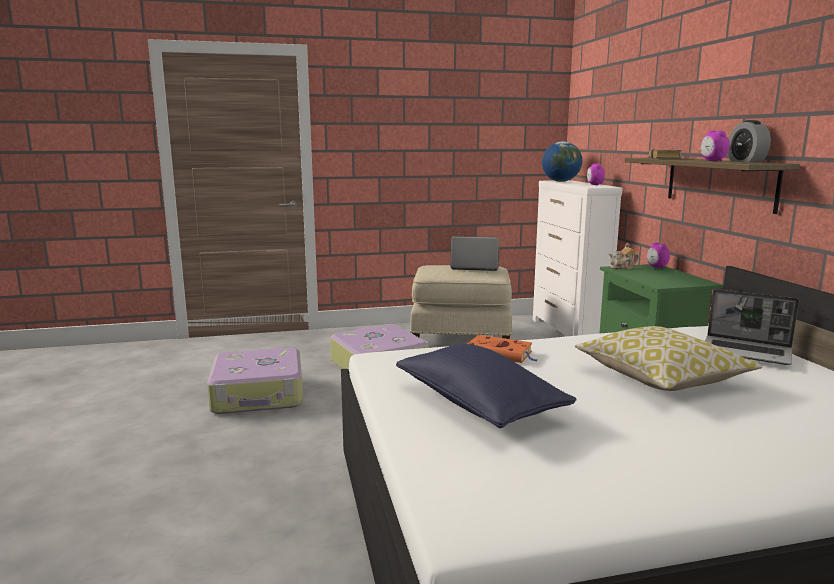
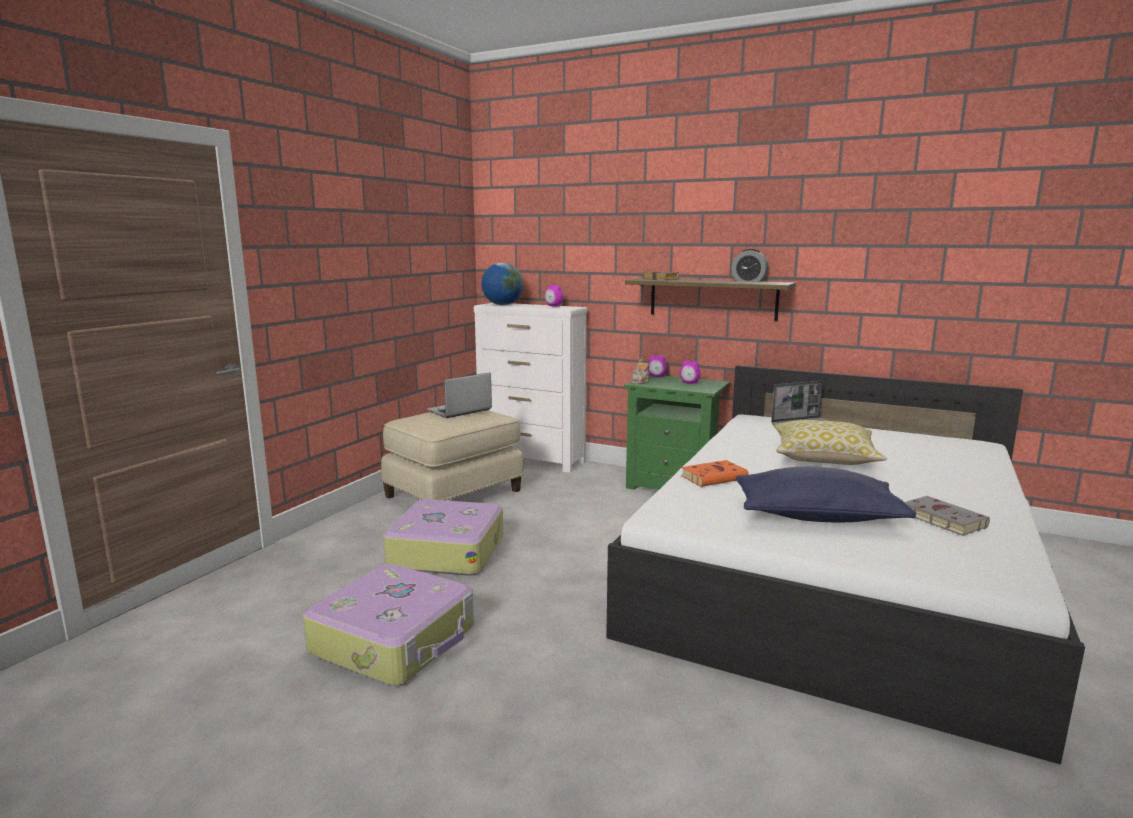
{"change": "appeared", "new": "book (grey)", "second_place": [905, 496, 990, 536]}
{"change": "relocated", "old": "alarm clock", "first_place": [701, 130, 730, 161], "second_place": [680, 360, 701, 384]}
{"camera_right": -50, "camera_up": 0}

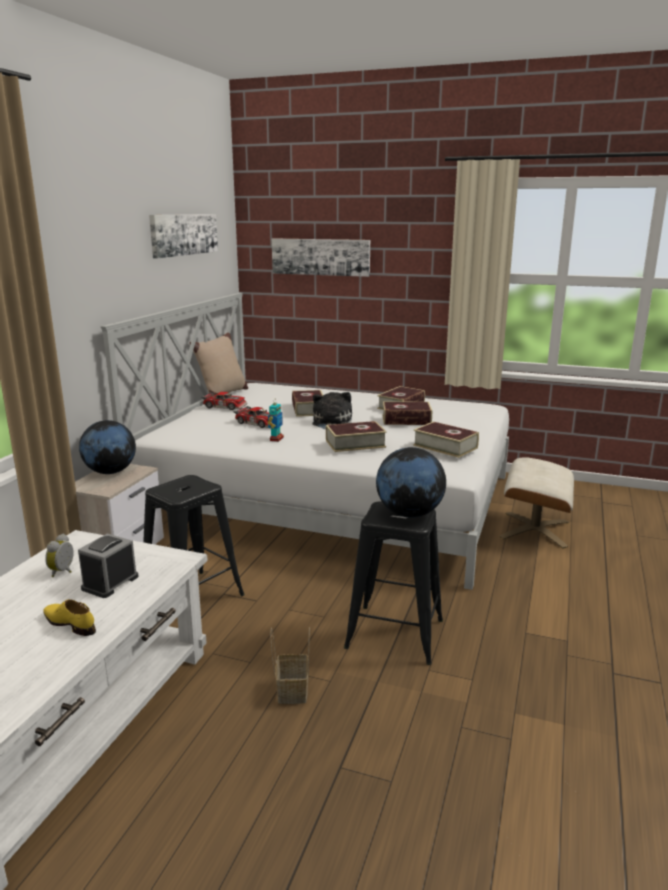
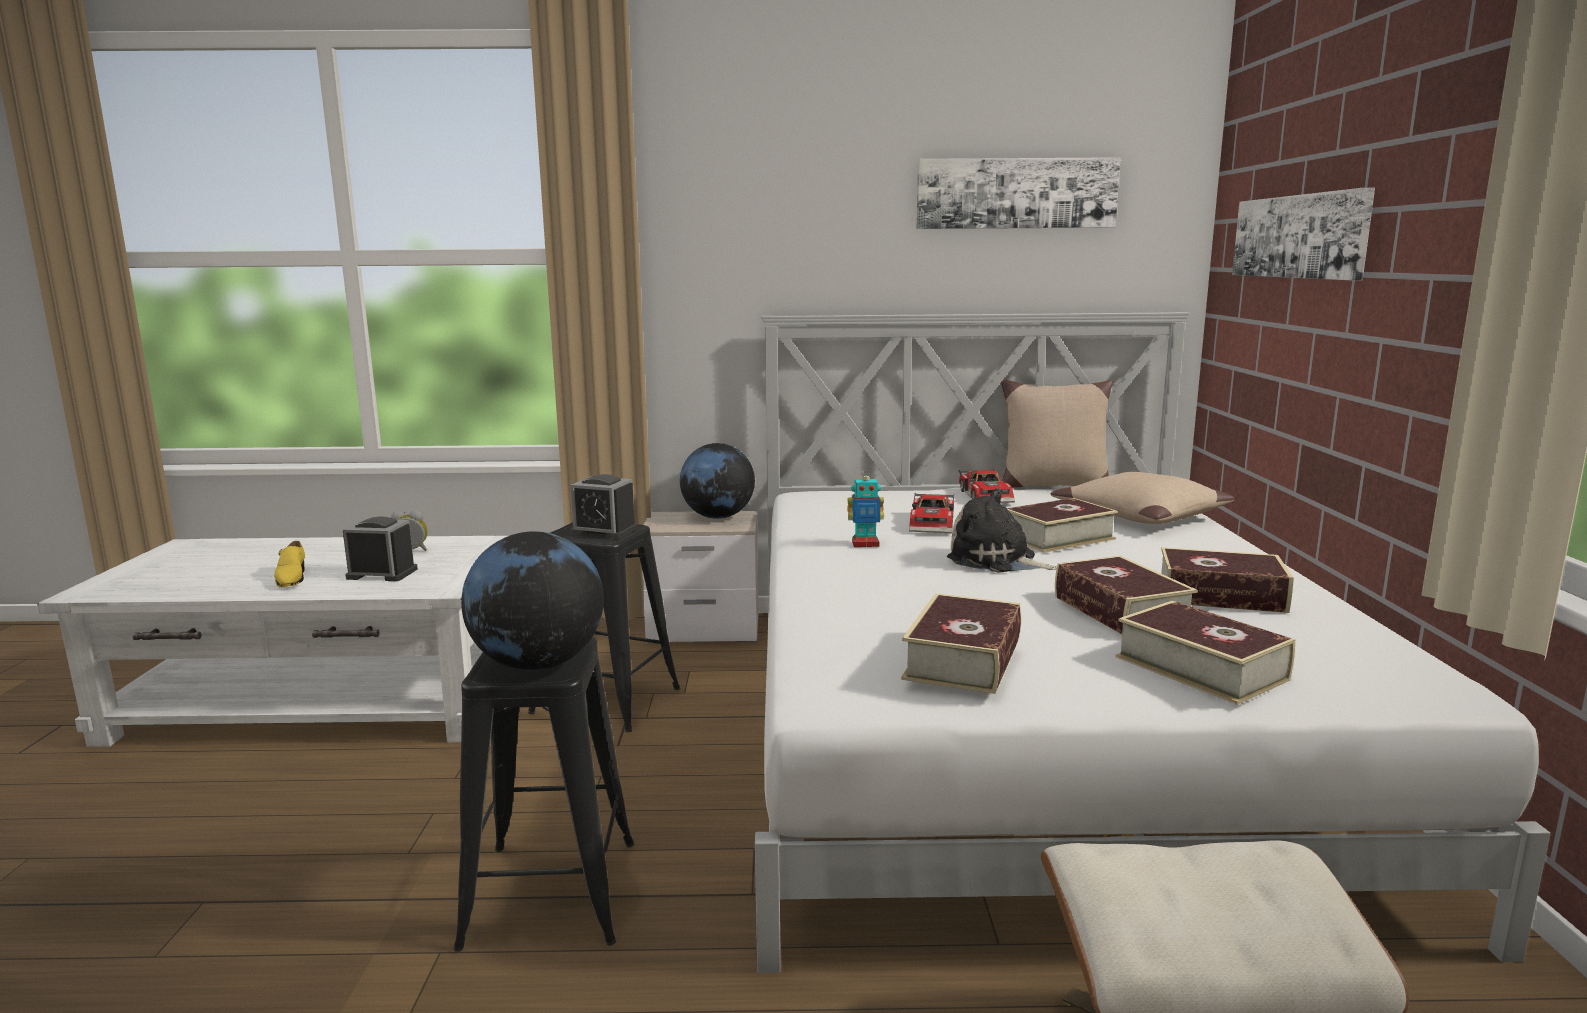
{"change": "missing", "old": "basket", "first_place": [270, 627, 310, 704]}
{"change": "appeared", "new": "alarm clock", "second_place": [570, 474, 637, 538]}
{"change": "appeared", "new": "pillow (beige)", "second_place": [1051, 472, 1235, 524]}
{"change": "relocated", "old": "book", "first_place": [326, 421, 387, 452], "second_place": [1115, 601, 1295, 705]}
{"change": "spun", "old": "shoe (yellow)", "first_place": [43, 599, 96, 636], "second_place": [274, 541, 305, 587], "degrees": 150}
{"change": "spun", "old": "plush toy", "first_place": [313, 392, 352, 430], "second_place": [947, 488, 1057, 572], "degrees": -135}
{"camera_right": 70, "camera_up": -5}

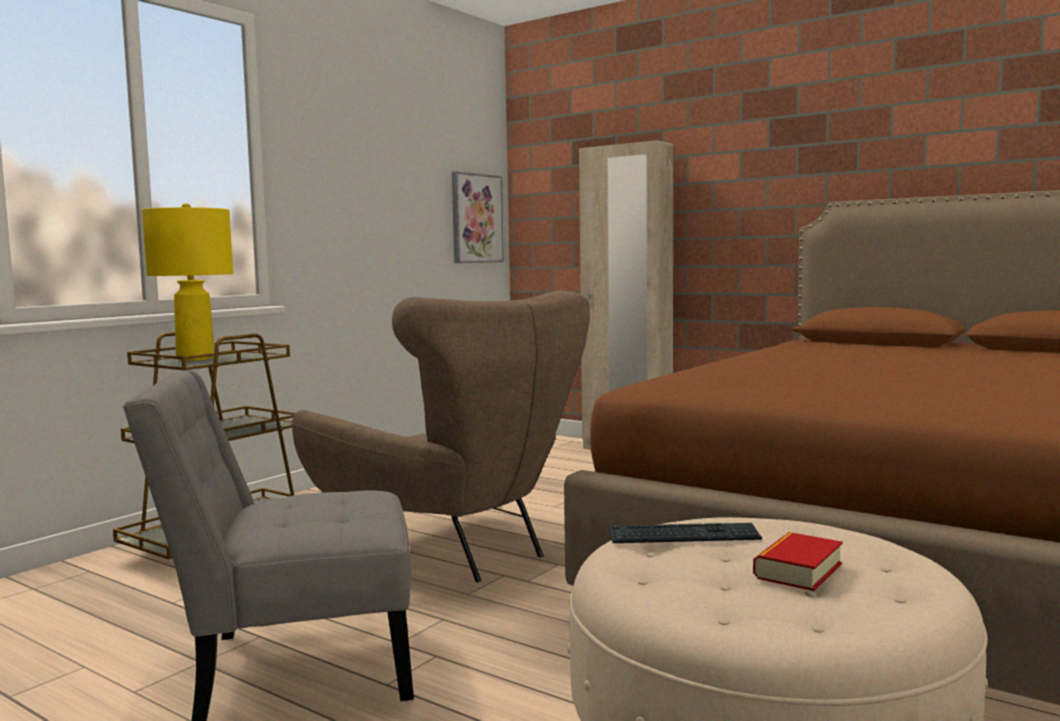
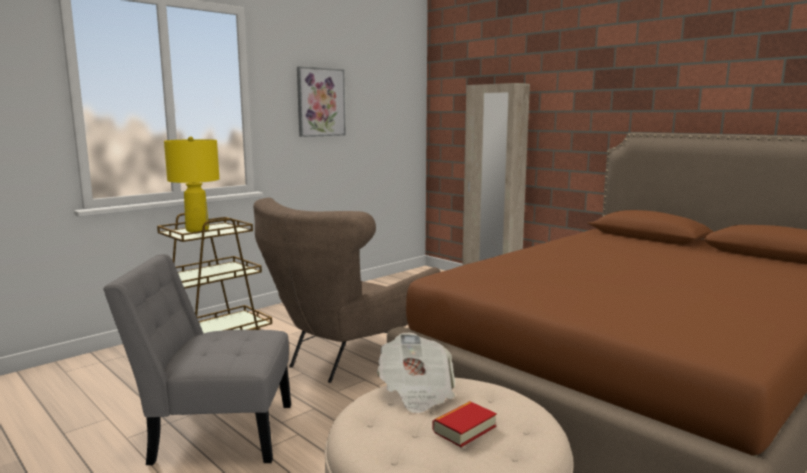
{"change": "relocated", "old": "picture", "first_place": [452, 171, 504, 263], "second_place": [297, 66, 346, 137]}
{"change": "exchanged", "old": "keyboard", "new": "newspaper", "first_place": [609, 523, 762, 543], "second_place": [377, 332, 455, 414]}
{"change": "spun", "old": "armchair (brown)", "first_place": [292, 291, 590, 582], "second_place": [253, 198, 441, 383], "degrees": 75}
{"camera_right": 10, "camera_up": 5}

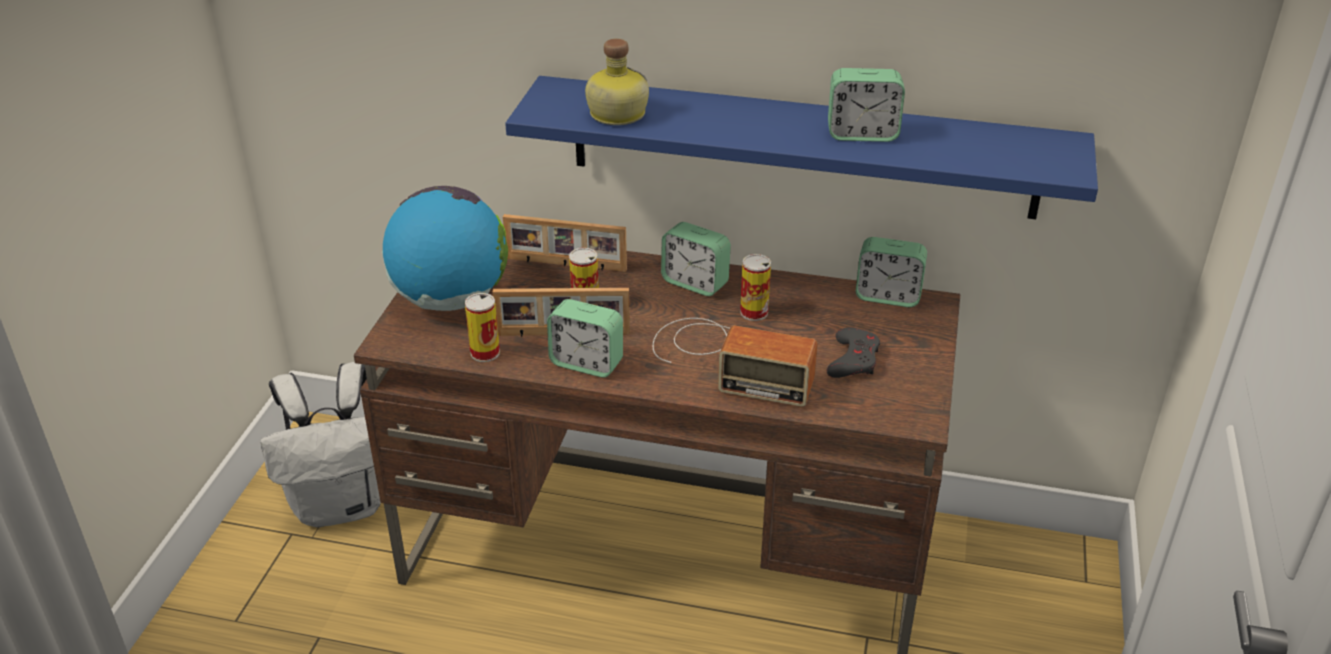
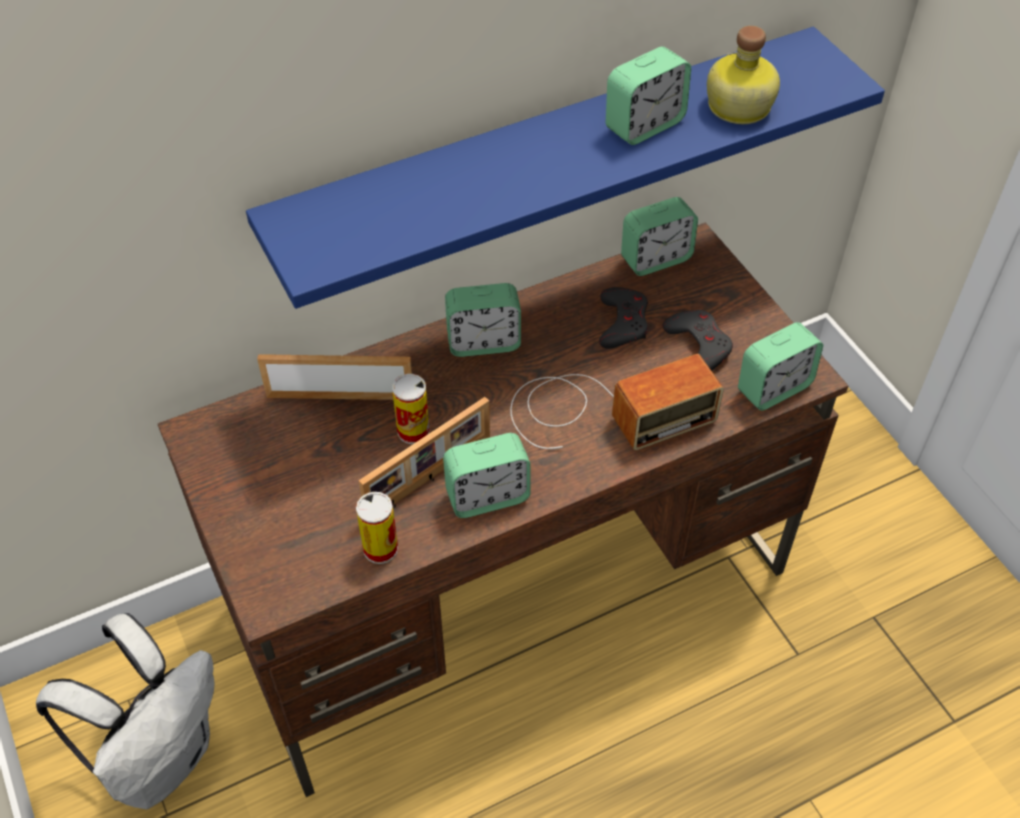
{"change": "missing", "old": "globe", "first_place": [382, 186, 508, 311]}
{"change": "missing", "old": "can", "first_place": [740, 254, 771, 321]}
{"change": "appeared", "new": "game controller (grey)", "second_place": [599, 287, 648, 349]}
{"change": "appeared", "new": "alarm clock", "second_place": [738, 322, 823, 411]}
{"change": "relocated", "old": "bottle", "first_place": [585, 39, 649, 125], "second_place": [707, 26, 780, 124]}
{"change": "spun", "old": "picture frame", "first_place": [503, 214, 627, 272], "second_place": [257, 354, 412, 400], "degrees": -150}
{"camera_right": -40, "camera_up": 15}

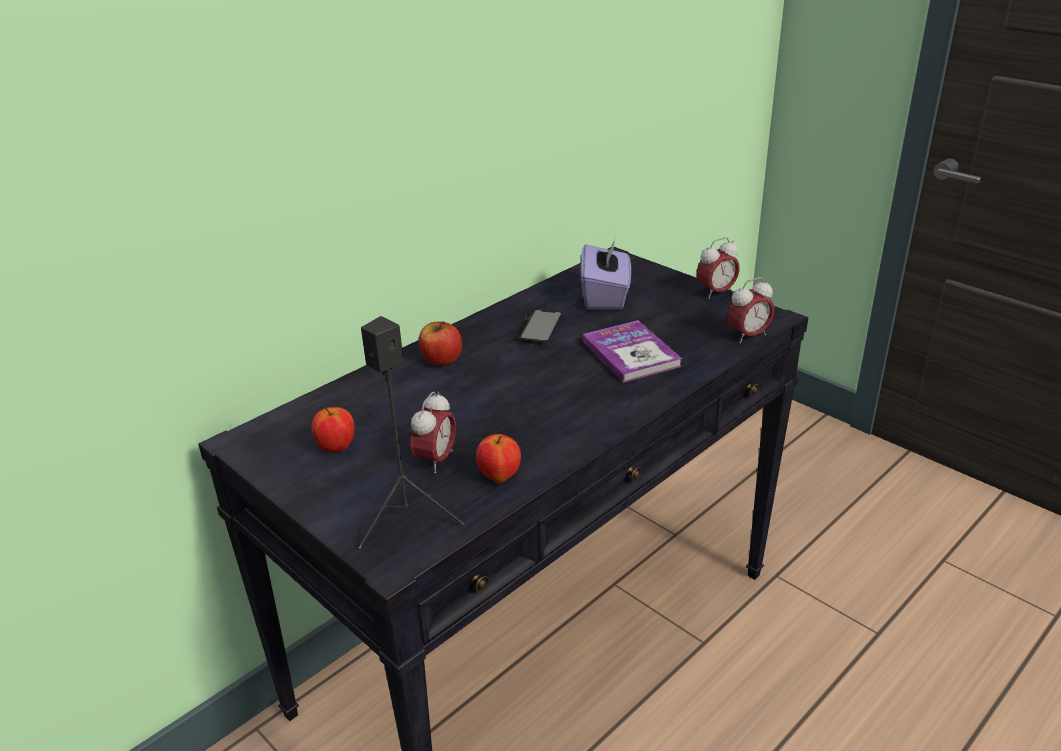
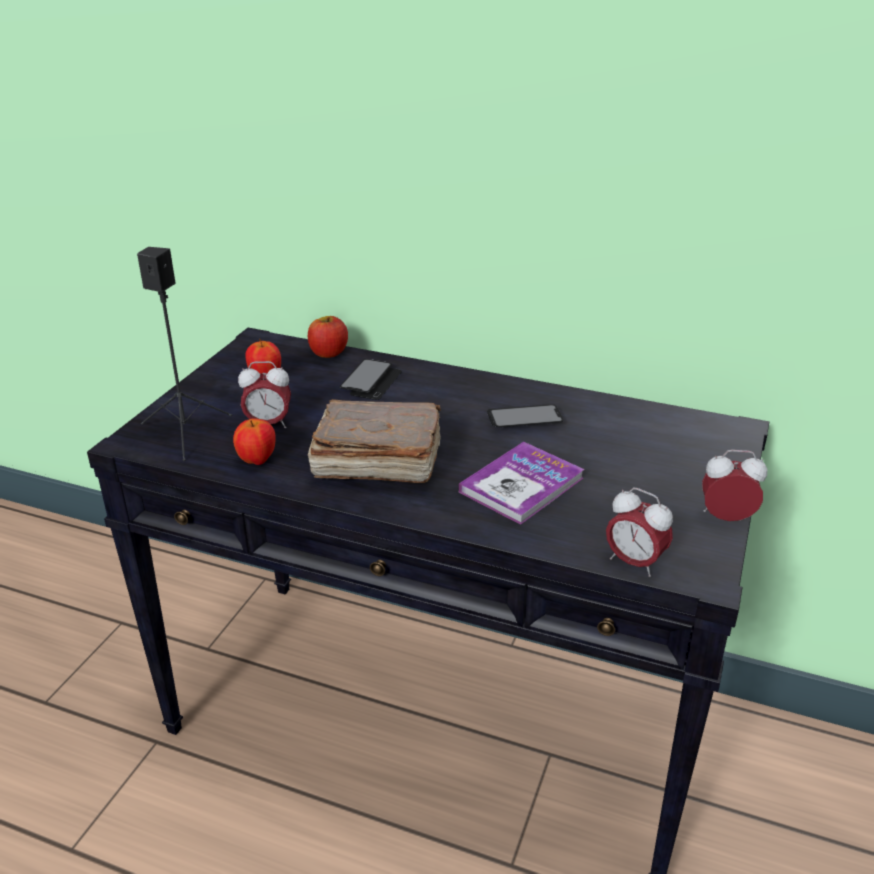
{"change": "missing", "old": "tissue box (purple)", "first_place": [581, 239, 631, 310]}
{"change": "appeared", "new": "book (brown)", "second_place": [308, 399, 441, 483]}
{"change": "appeared", "new": "phone", "second_place": [340, 359, 402, 400]}
{"change": "relocated", "old": "apple", "first_place": [419, 321, 462, 366], "second_place": [308, 316, 348, 358]}
{"change": "spun", "old": "alarm clock", "first_place": [697, 237, 740, 299], "second_place": [702, 450, 767, 521], "degrees": 150}
{"camera_right": 65, "camera_up": 0}

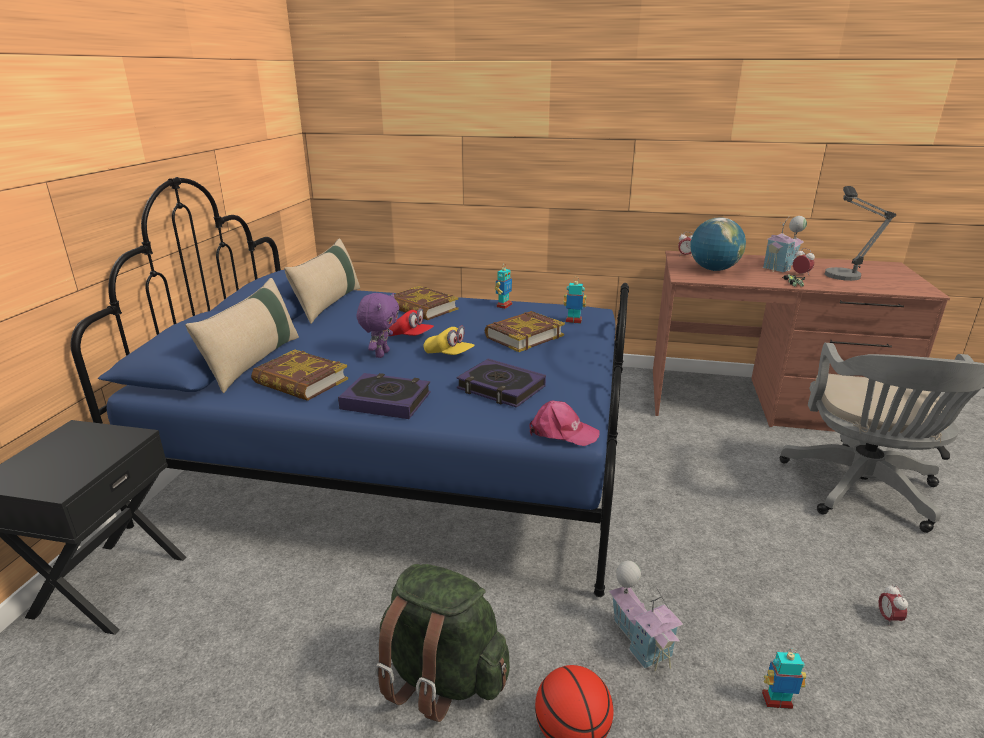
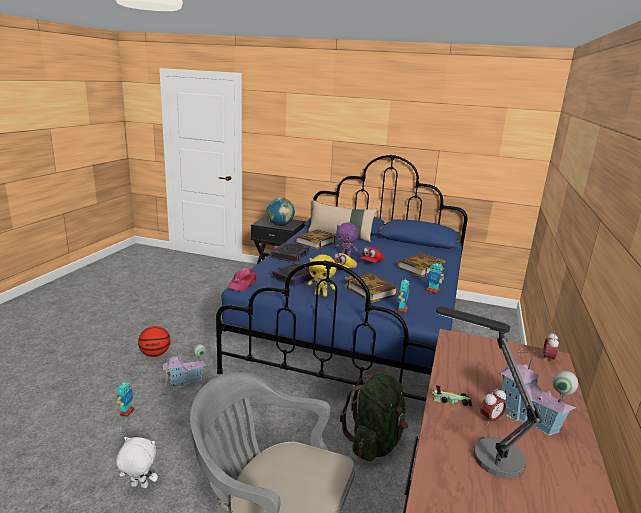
{"change": "missing", "old": "pillow (beige)", "first_place": [284, 238, 360, 324]}
{"change": "appeared", "new": "plush toy (yellow)", "second_place": [307, 254, 336, 297]}
{"change": "relocated", "old": "backpack (green)", "first_place": [375, 564, 510, 722], "second_place": [340, 373, 408, 461]}
{"change": "relocated", "old": "globe", "first_place": [690, 217, 746, 271], "second_place": [267, 197, 295, 226]}
{"change": "exchanged", "old": "alarm clock", "new": "plush toy (white)", "first_place": [878, 584, 908, 626], "second_place": [116, 437, 158, 488]}
{"camera_right": 95, "camera_up": -5}

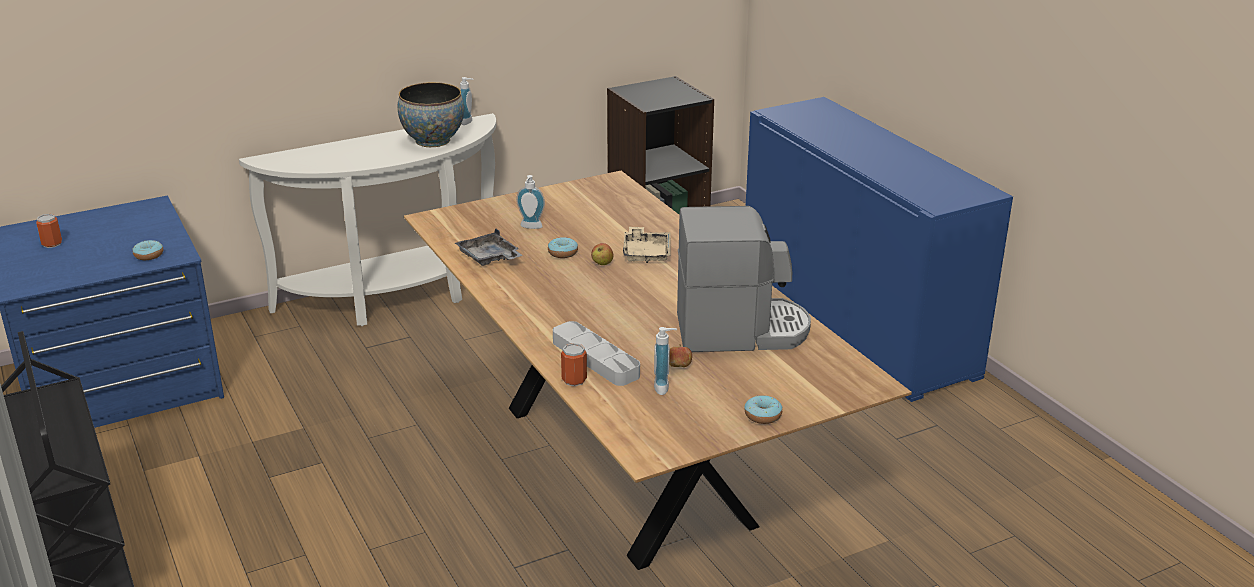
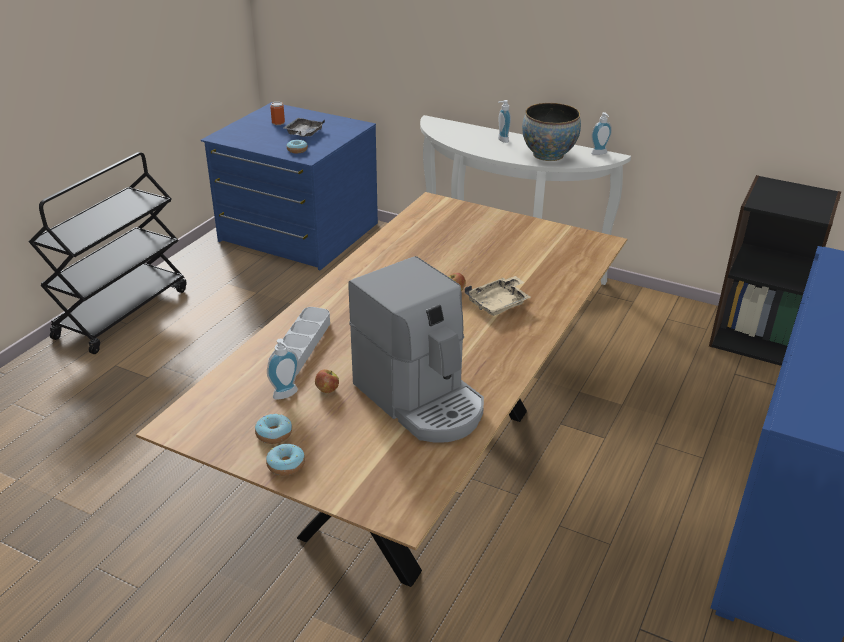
{"change": "missing", "old": "can", "first_place": [561, 343, 587, 386]}
{"change": "relocated", "old": "tray (grey)", "first_place": [455, 228, 523, 266], "second_place": [283, 118, 325, 137]}
{"change": "relocated", "old": "soap dispenser", "first_place": [516, 175, 545, 229], "second_place": [498, 100, 511, 143]}
{"change": "relocated", "old": "donut", "first_place": [548, 237, 578, 258], "second_place": [255, 414, 292, 444]}
{"camera_right": 55, "camera_up": 5}

